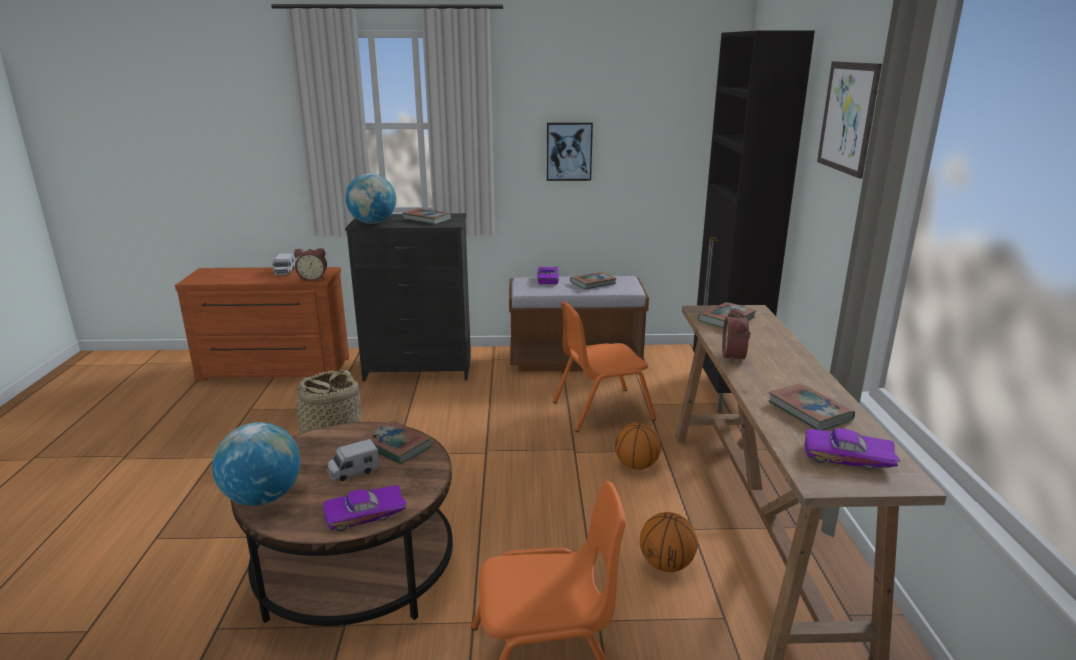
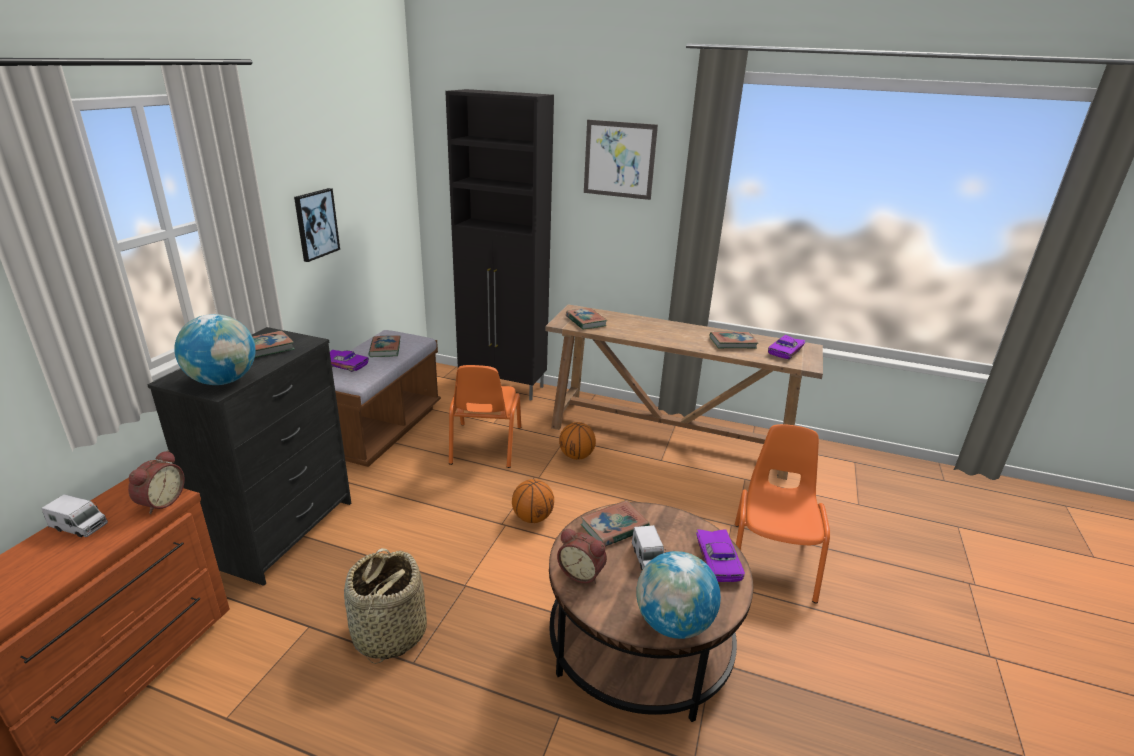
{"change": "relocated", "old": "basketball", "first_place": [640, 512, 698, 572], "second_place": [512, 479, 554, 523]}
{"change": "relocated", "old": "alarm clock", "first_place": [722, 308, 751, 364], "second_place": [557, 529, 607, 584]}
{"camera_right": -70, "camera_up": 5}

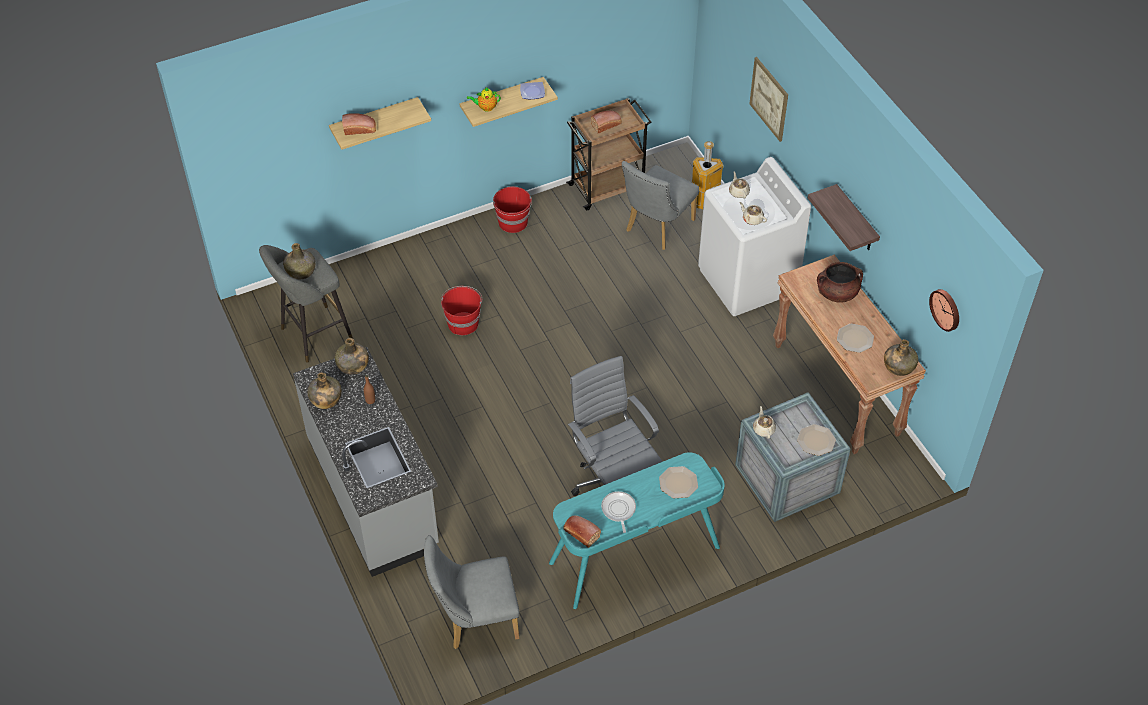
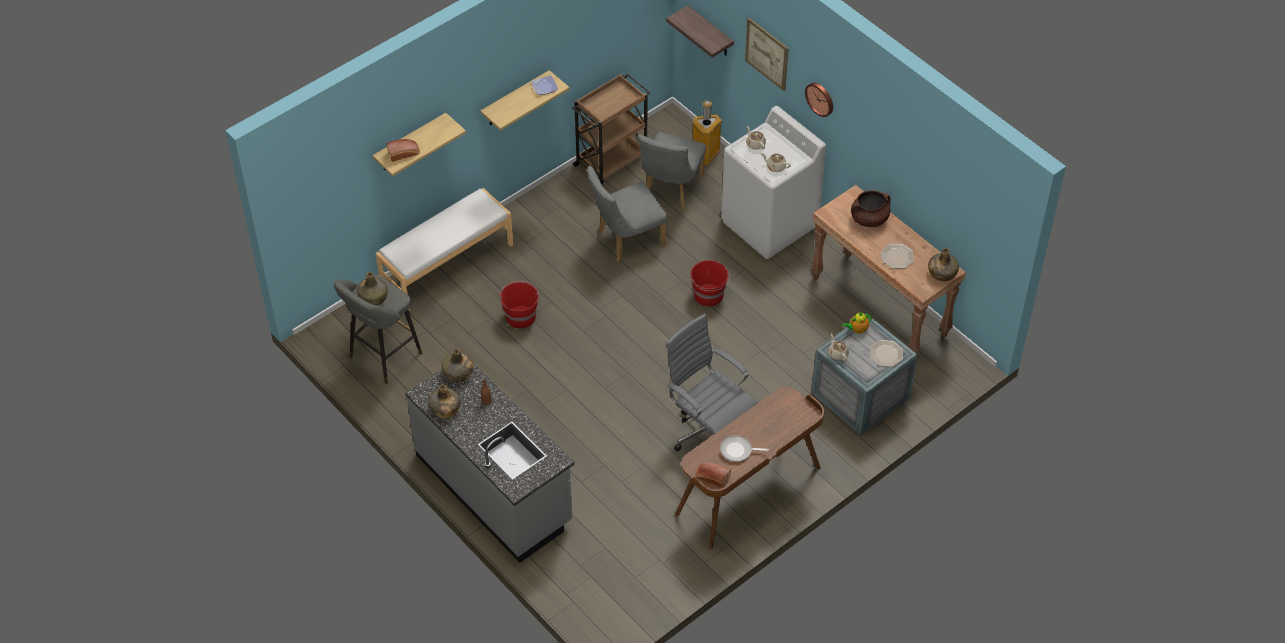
{"change": "missing", "old": "bread", "first_place": [591, 111, 622, 134]}
{"change": "missing", "old": "plate", "first_place": [659, 466, 698, 498]}
{"change": "appeared", "new": "bench (white)", "second_place": [375, 188, 513, 311]}
{"change": "relocated", "old": "chair (grey)", "first_place": [424, 535, 519, 649], "second_place": [587, 166, 667, 262]}
{"change": "relocated", "old": "teapot", "first_place": [467, 87, 501, 112], "second_place": [842, 312, 872, 334]}
{"change": "relocated", "old": "bucket (red)", "first_place": [493, 187, 532, 233], "second_place": [690, 260, 730, 306]}
{"change": "relocated", "old": "shelf", "first_place": [808, 184, 880, 251], "second_place": [666, 5, 734, 58]}
{"change": "relocated", "old": "wall clock", "first_place": [929, 289, 959, 332], "second_place": [805, 83, 833, 117]}
{"change": "colour", "old": "desk (turquoise)", "new": "desk (brown)", "first_place": [549, 452, 725, 609], "second_place": [675, 387, 824, 549]}
{"change": "spun", "old": "frying pan", "first_place": [601, 491, 636, 533], "second_place": [720, 435, 769, 462], "degrees": -60}
{"camera_right": -15, "camera_up": 0}

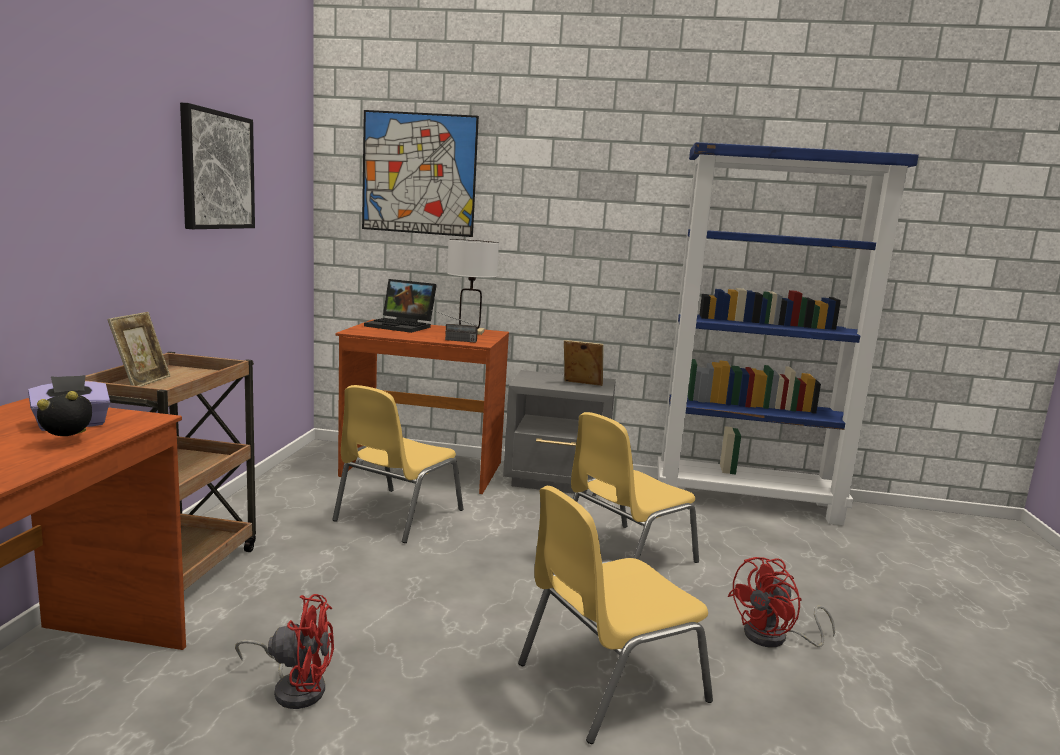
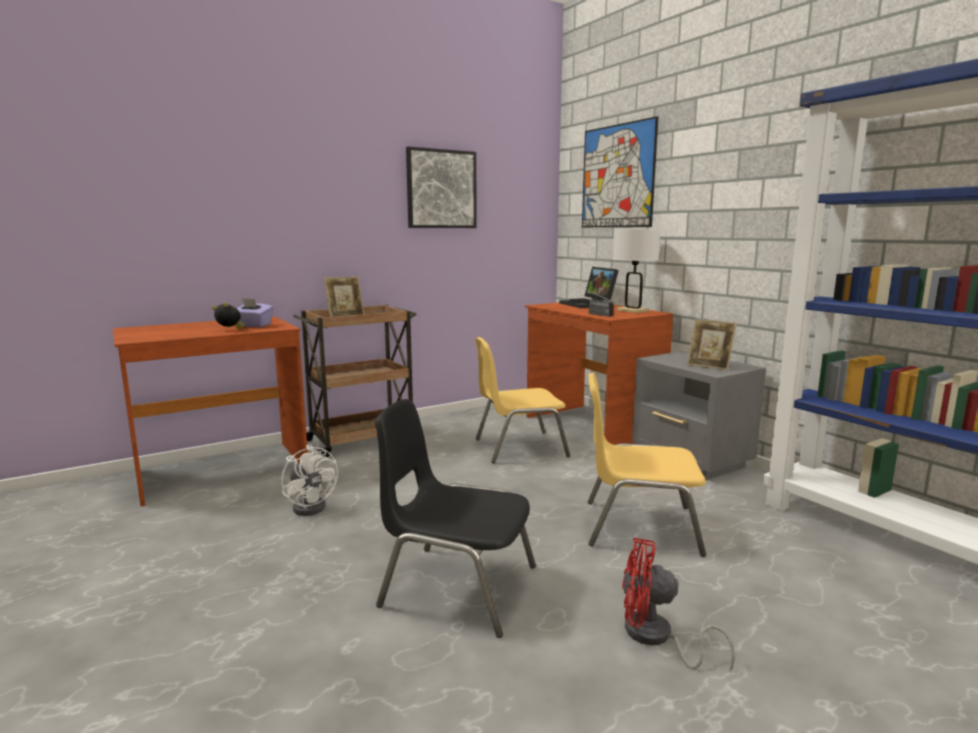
{"change": "colour", "old": "fan (red)", "new": "fan (white)", "first_place": [235, 594, 334, 709], "second_place": [281, 445, 338, 516]}
{"change": "colour", "old": "chair (yellow)", "new": "chair (black)", "first_place": [518, 486, 713, 744], "second_place": [375, 399, 536, 638]}
{"change": "spun", "old": "picture frame", "first_place": [564, 340, 603, 386], "second_place": [687, 319, 737, 370], "degrees": 150}
{"camera_right": 50, "camera_up": 0}

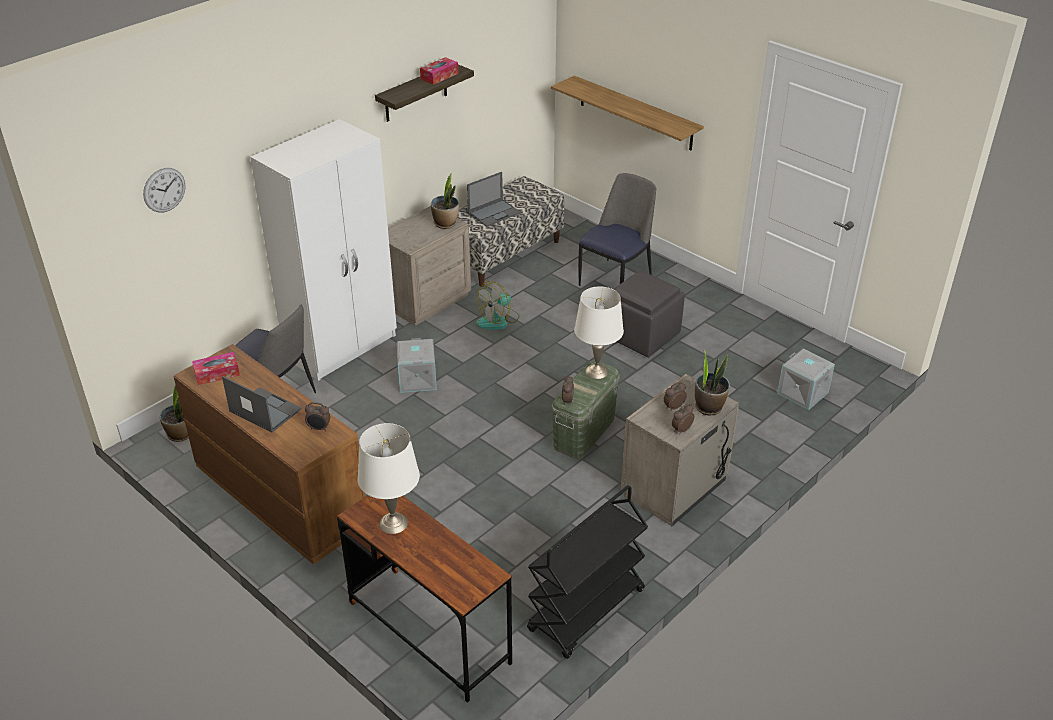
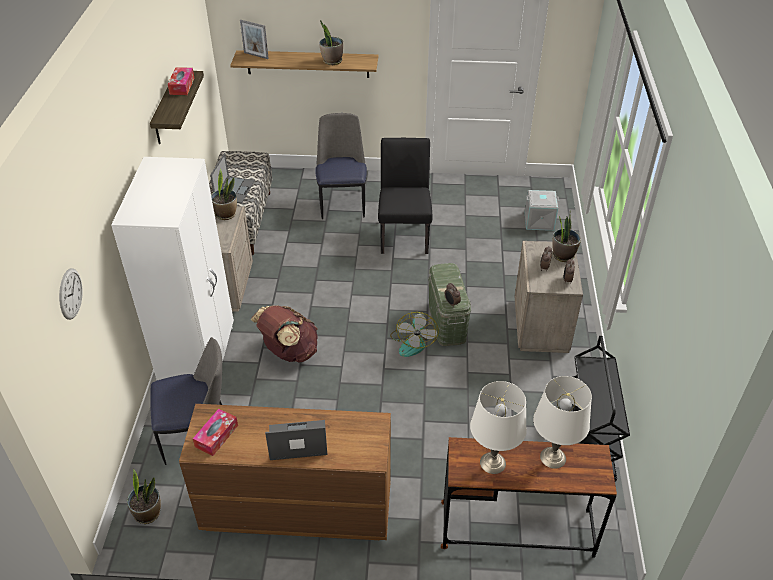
{"change": "missing", "old": "alarm clock", "first_place": [305, 402, 330, 431]}
{"change": "appeared", "new": "picture frame", "second_place": [240, 20, 269, 59]}
{"change": "appeared", "new": "potted plant", "second_place": [319, 20, 343, 65]}
{"change": "relocated", "old": "fan", "first_place": [476, 281, 519, 330], "second_place": [390, 312, 439, 357]}
{"change": "relocated", "old": "table lamp (white)", "first_place": [574, 286, 624, 379], "second_place": [533, 376, 592, 469]}
{"change": "exchanged", "old": "storage box (grey)", "new": "backpack (brown)", "first_place": [397, 338, 437, 393], "second_place": [250, 305, 318, 362]}
{"change": "exchanged", "old": "ottoman (grey)", "new": "chair (black)", "first_place": [613, 270, 685, 358], "second_place": [378, 138, 433, 254]}
{"camera_right": -40, "camera_up": 5}

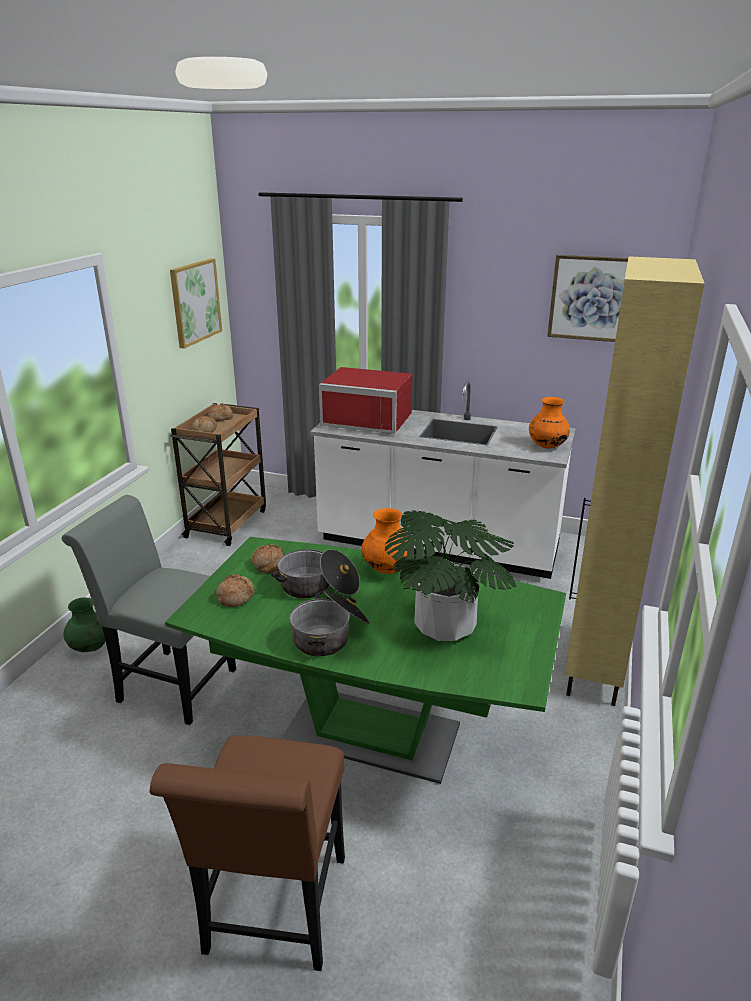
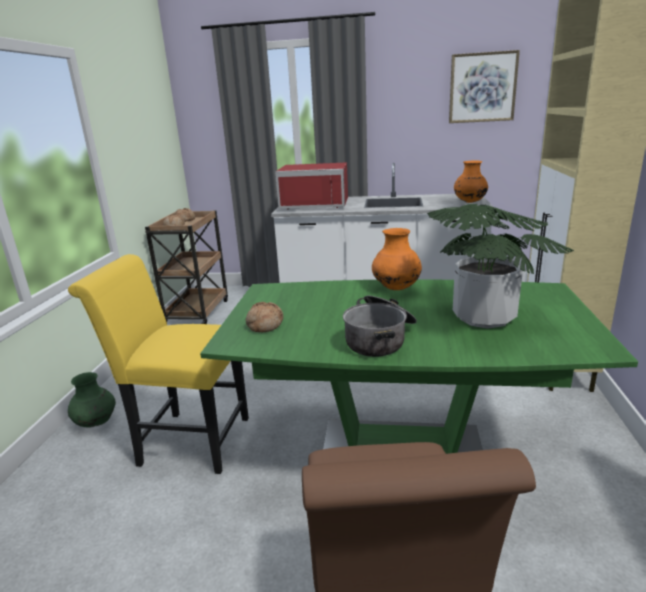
{"change": "missing", "old": "picture", "first_place": [170, 258, 222, 349]}
{"change": "missing", "old": "bread", "first_place": [252, 544, 284, 574]}
{"change": "missing", "old": "cooking pot", "first_place": [270, 549, 360, 598]}
{"change": "colour", "old": "chair (grey)", "new": "chair (yellow)", "first_place": [62, 495, 236, 725], "second_place": [68, 254, 249, 474]}
{"camera_right": -10, "camera_up": -5}

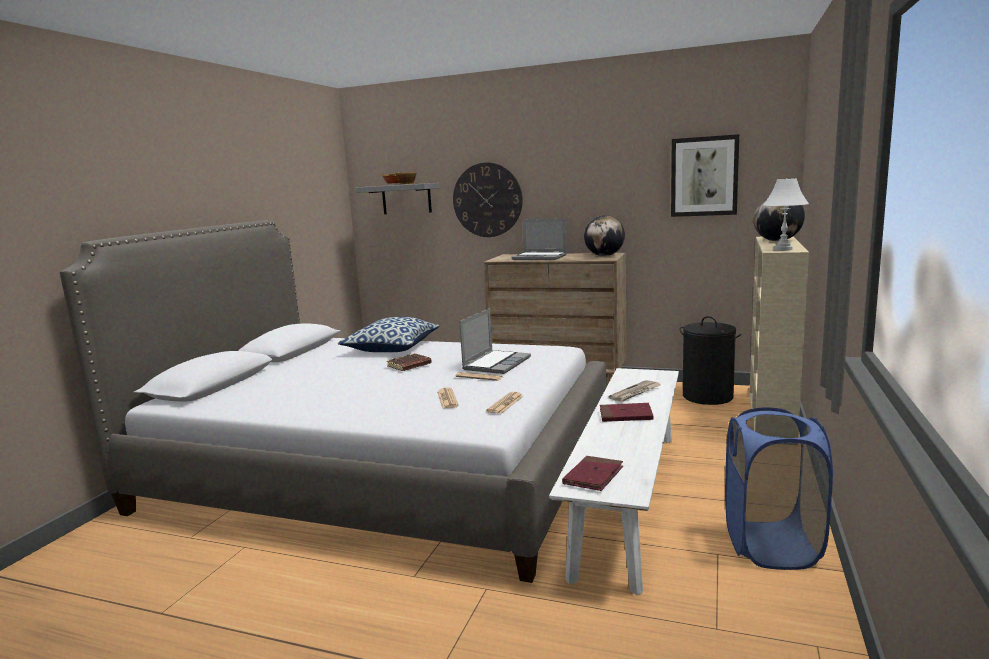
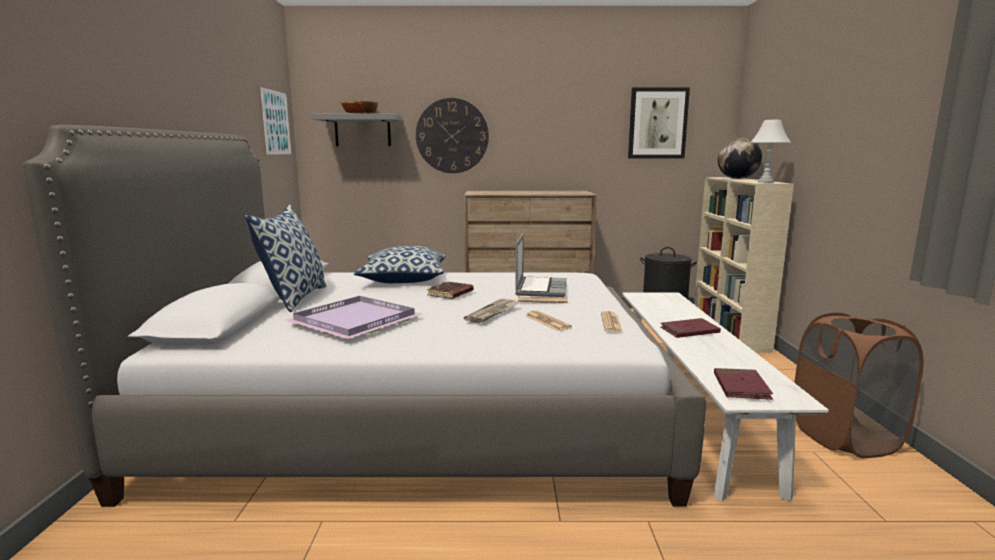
{"change": "missing", "old": "laptop", "first_place": [511, 218, 567, 260]}
{"change": "missing", "old": "globe", "first_place": [584, 215, 625, 256]}
{"change": "appeared", "new": "pillow", "second_place": [245, 204, 326, 312]}
{"change": "appeared", "new": "picture", "second_place": [260, 87, 291, 155]}
{"change": "appeared", "new": "tray (purple)", "second_place": [286, 296, 421, 339]}
{"change": "relocated", "old": "newspaper", "first_place": [609, 380, 660, 402], "second_place": [464, 299, 519, 323]}
{"change": "colour", "old": "laundry basket (blue)", "new": "laundry basket (brown)", "first_place": [725, 407, 833, 570], "second_place": [794, 313, 924, 458]}
{"camera_right": -20, "camera_up": 0}

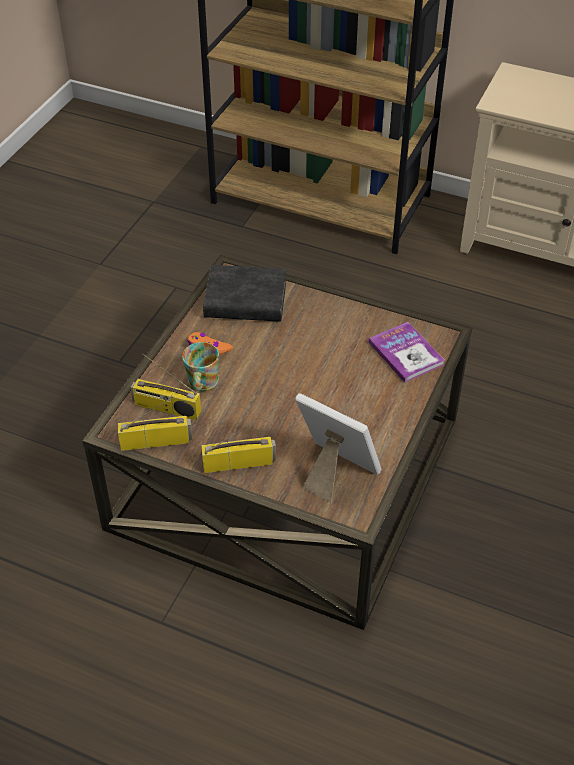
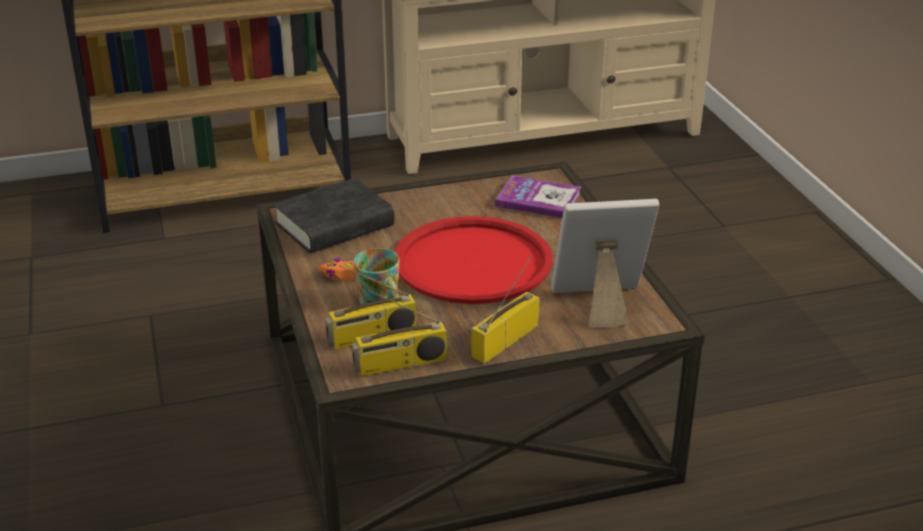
{"change": "appeared", "new": "tray (red)", "second_place": [395, 216, 553, 304]}
{"change": "spun", "old": "radio", "first_place": [117, 396, 193, 451], "second_place": [352, 290, 447, 376], "degrees": -150}
{"camera_right": -40, "camera_up": -15}

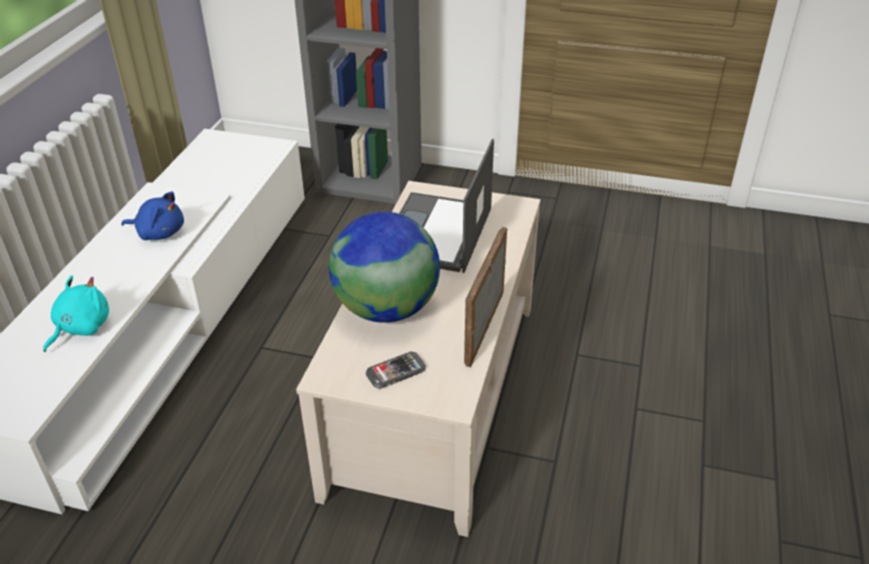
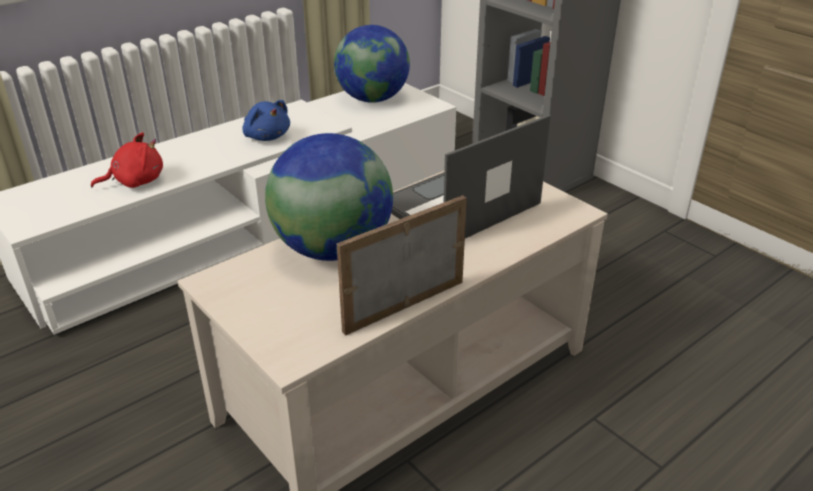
{"change": "missing", "old": "phone", "first_place": [366, 351, 426, 389]}
{"change": "appeared", "new": "globe", "second_place": [334, 25, 410, 103]}
{"change": "colour", "old": "plush toy (turquoise)", "new": "plush toy (red)", "first_place": [43, 275, 109, 352], "second_place": [91, 132, 163, 188]}
{"camera_right": 35, "camera_up": -5}

